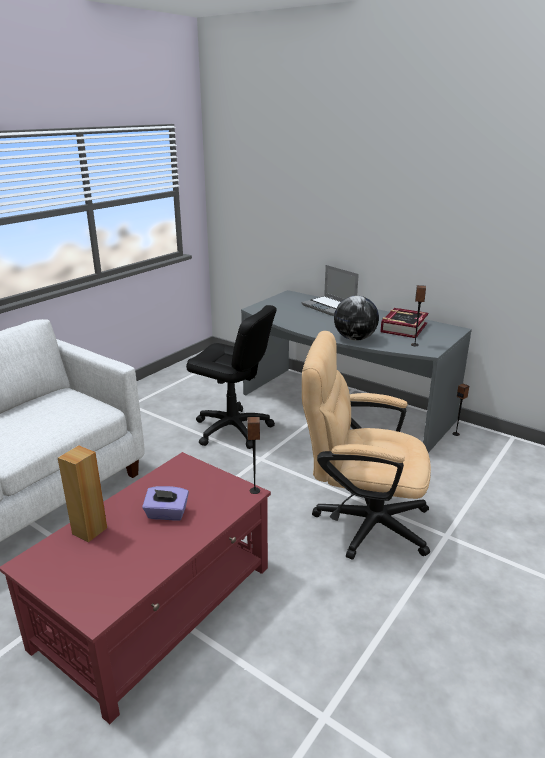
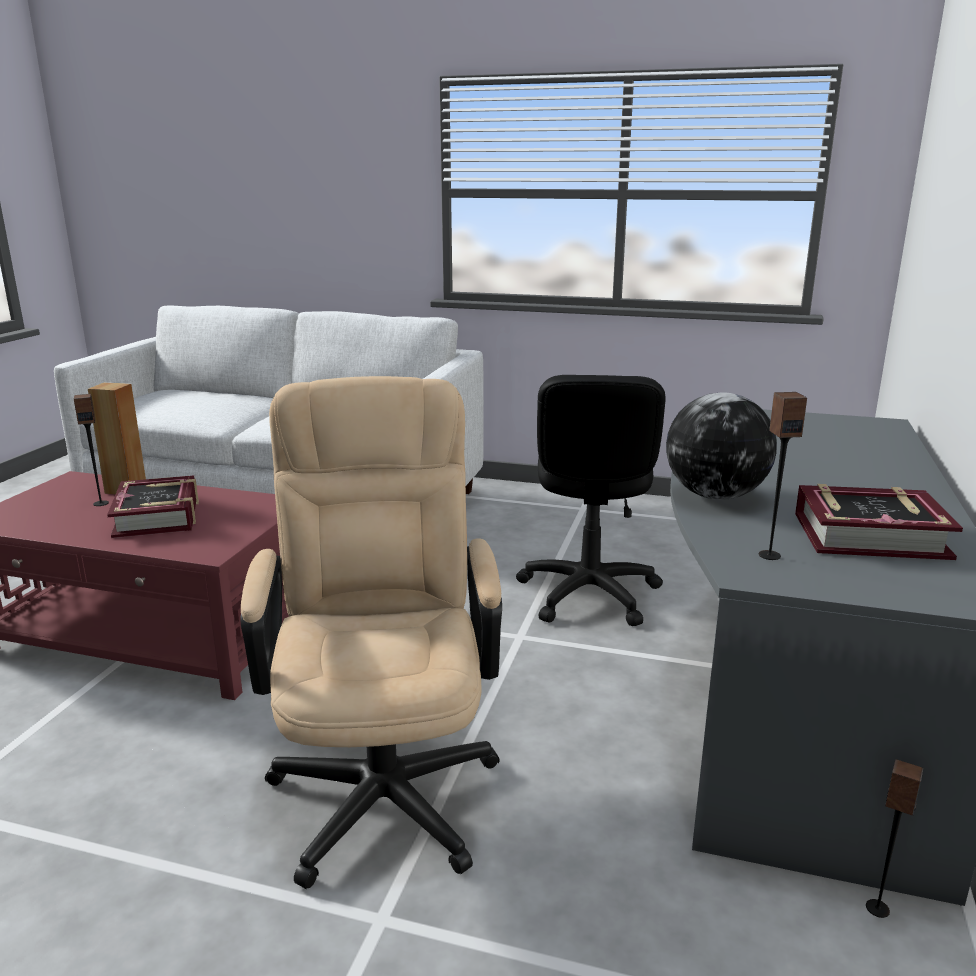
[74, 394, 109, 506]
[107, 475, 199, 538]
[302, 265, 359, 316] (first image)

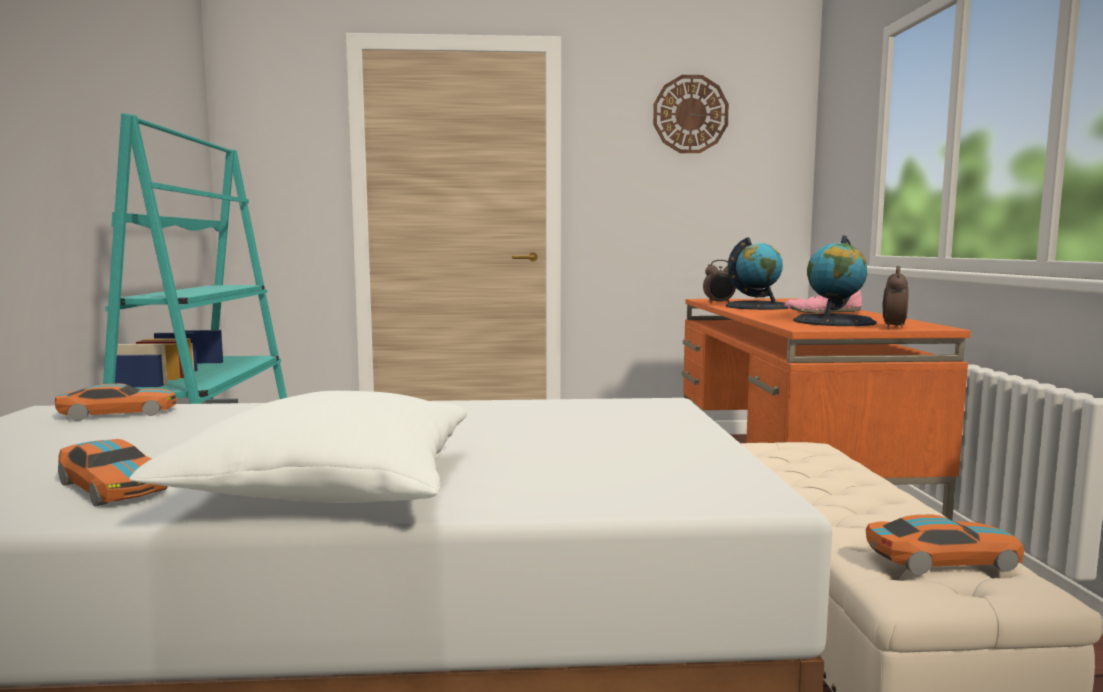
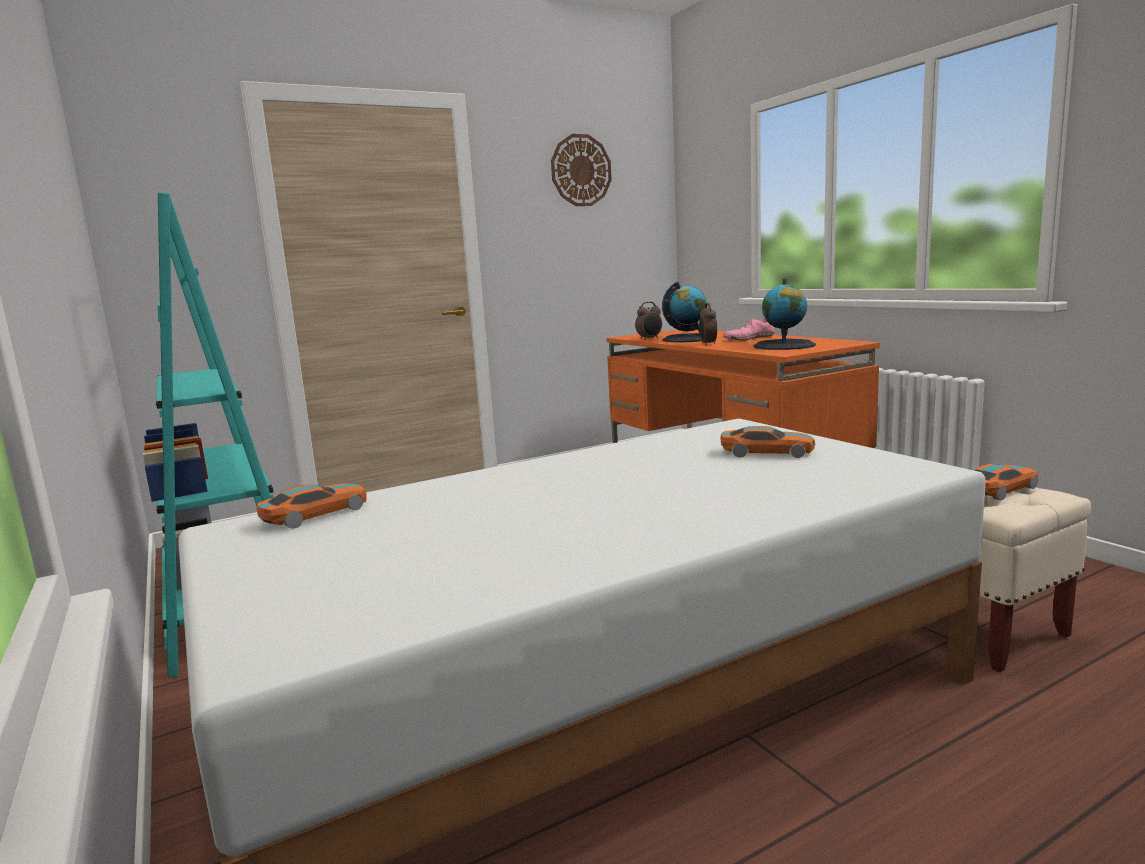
[699, 303, 717, 346]
[720, 426, 816, 458]
[129, 391, 467, 503] (first image)

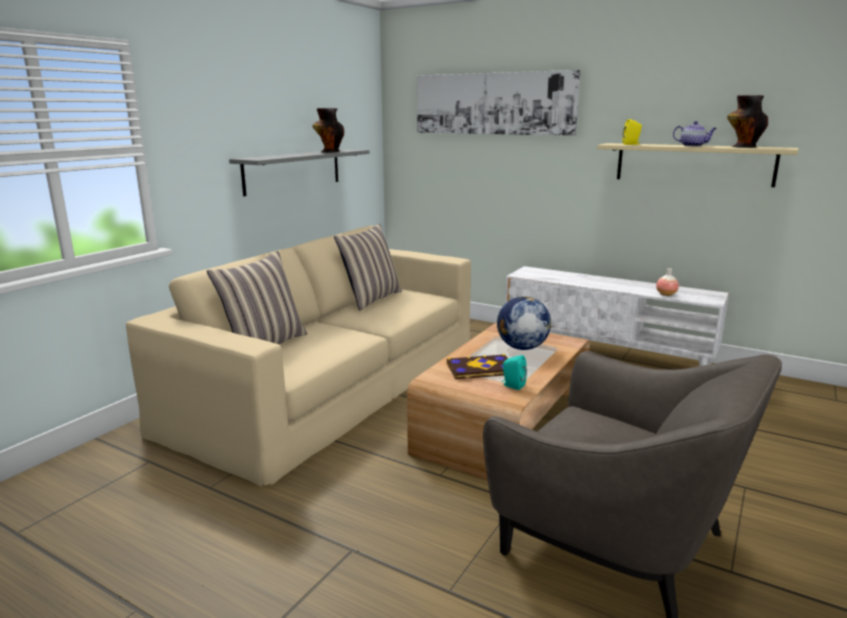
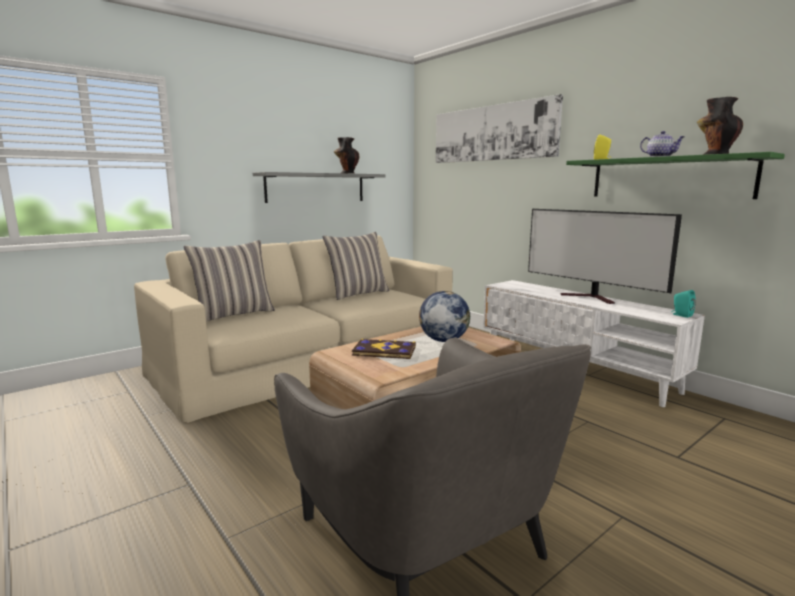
[528, 209, 682, 304]
[566, 152, 785, 199]
[672, 290, 696, 318]
[656, 268, 679, 296] (first image)

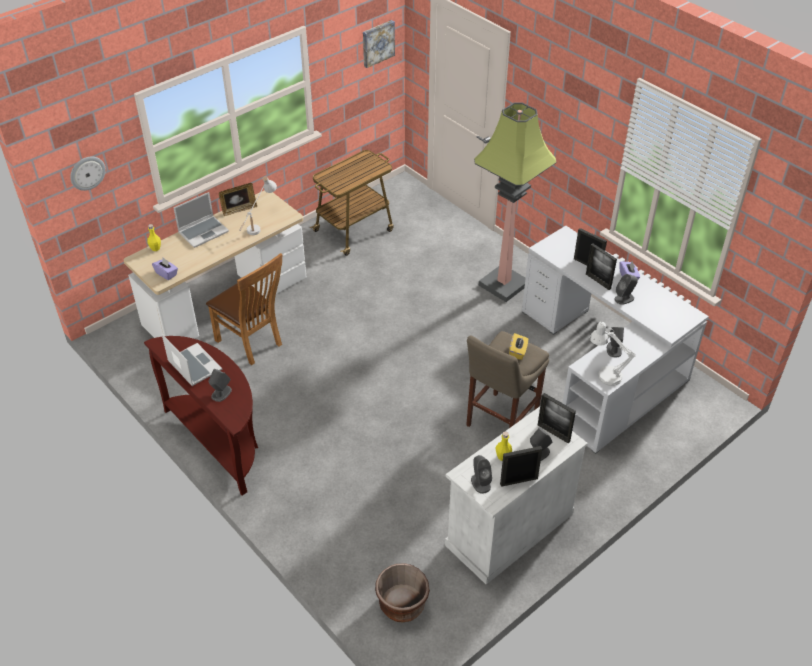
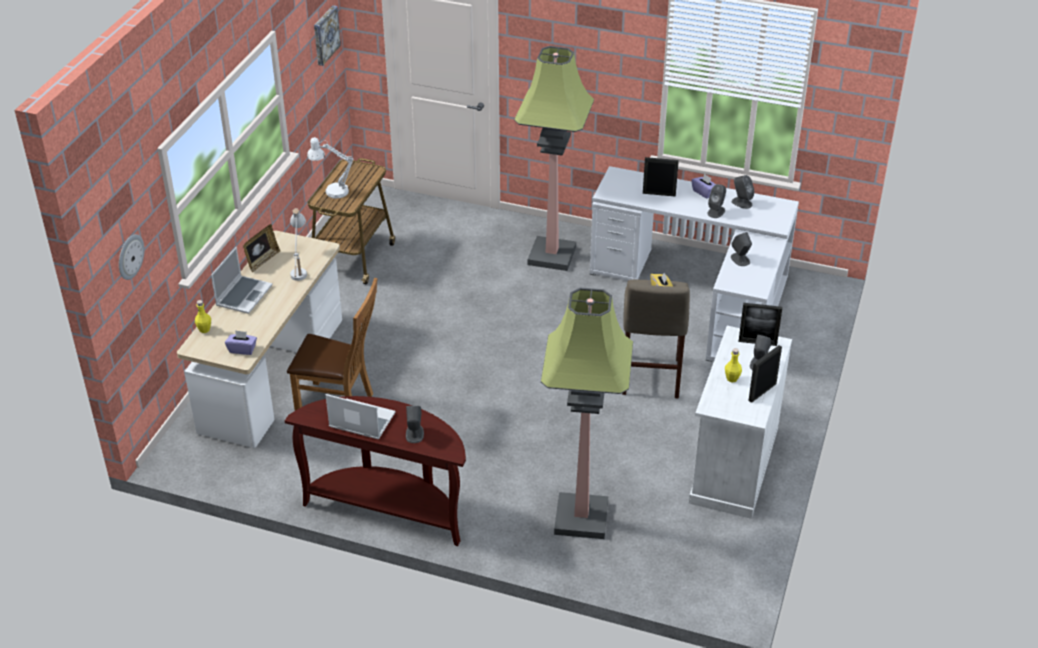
[307, 137, 354, 199]
[541, 288, 633, 539]
[732, 175, 755, 209]
[375, 563, 430, 622] (first image)
[586, 243, 617, 290] (first image)

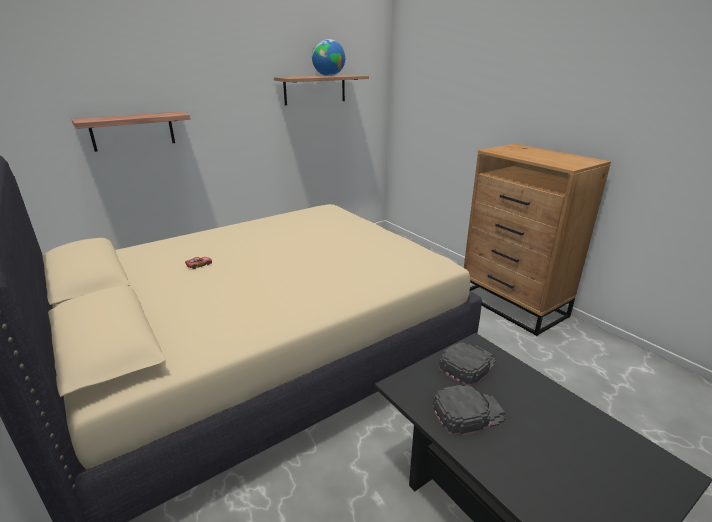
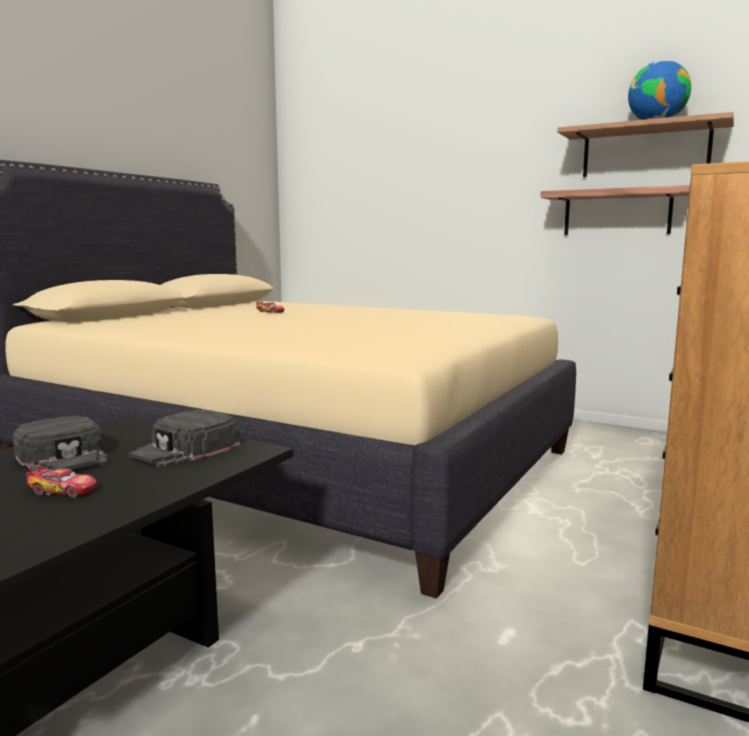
[26, 465, 97, 498]
[129, 409, 240, 468]
[540, 185, 690, 235]

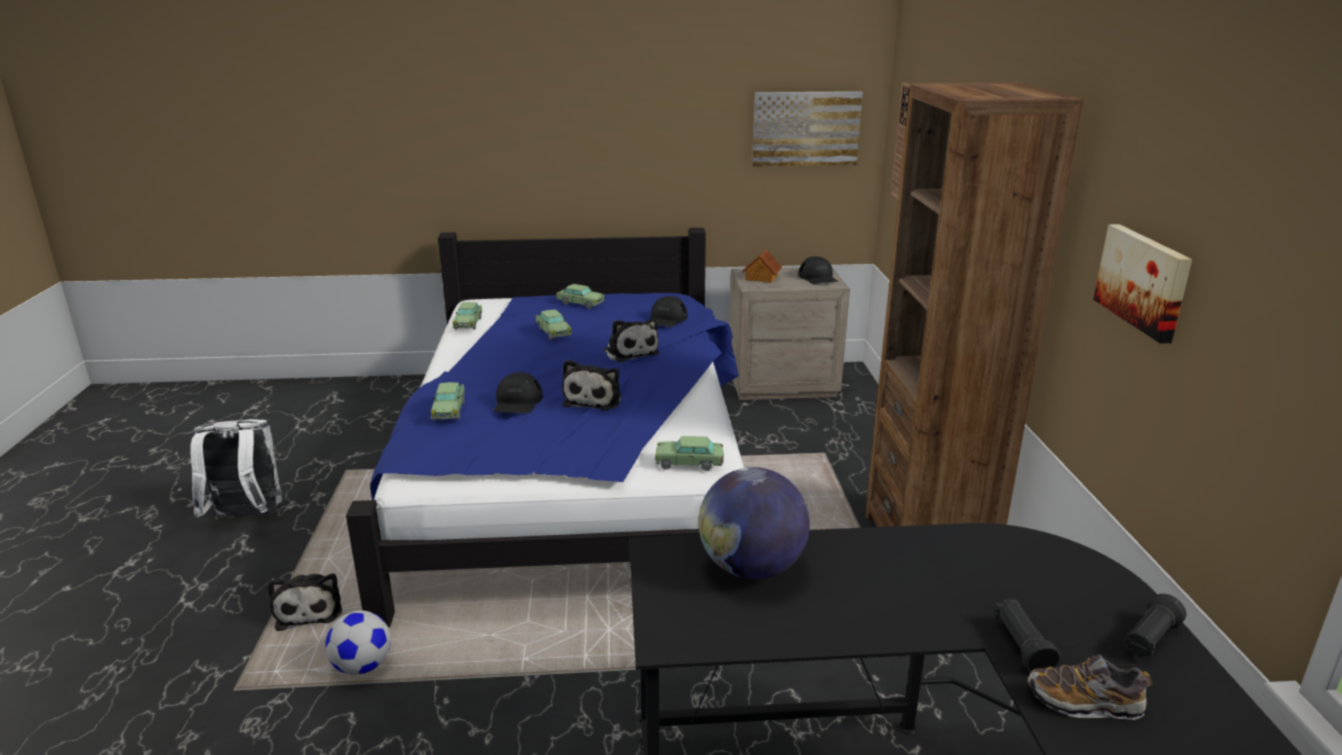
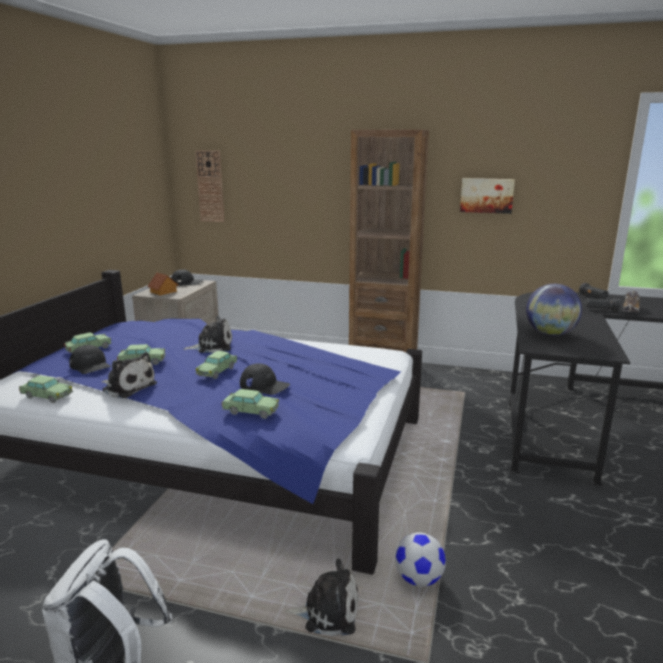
[69, 345, 111, 374]
[102, 352, 157, 398]
[196, 351, 237, 379]
[752, 91, 863, 167] (first image)

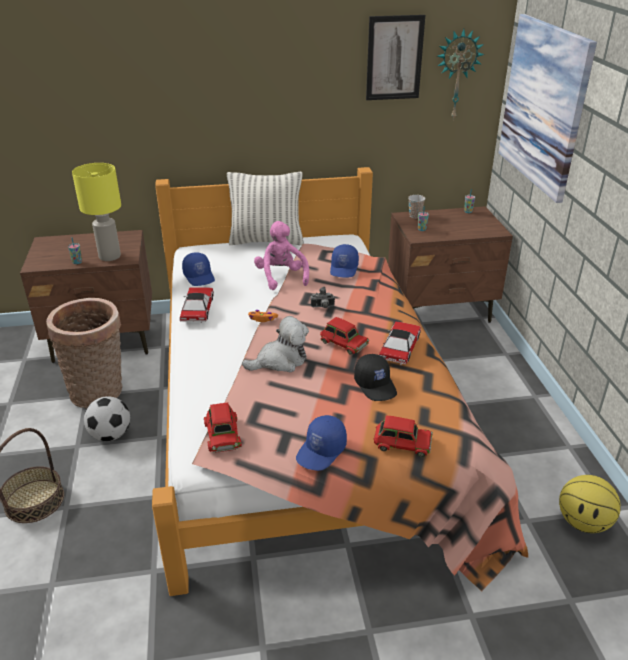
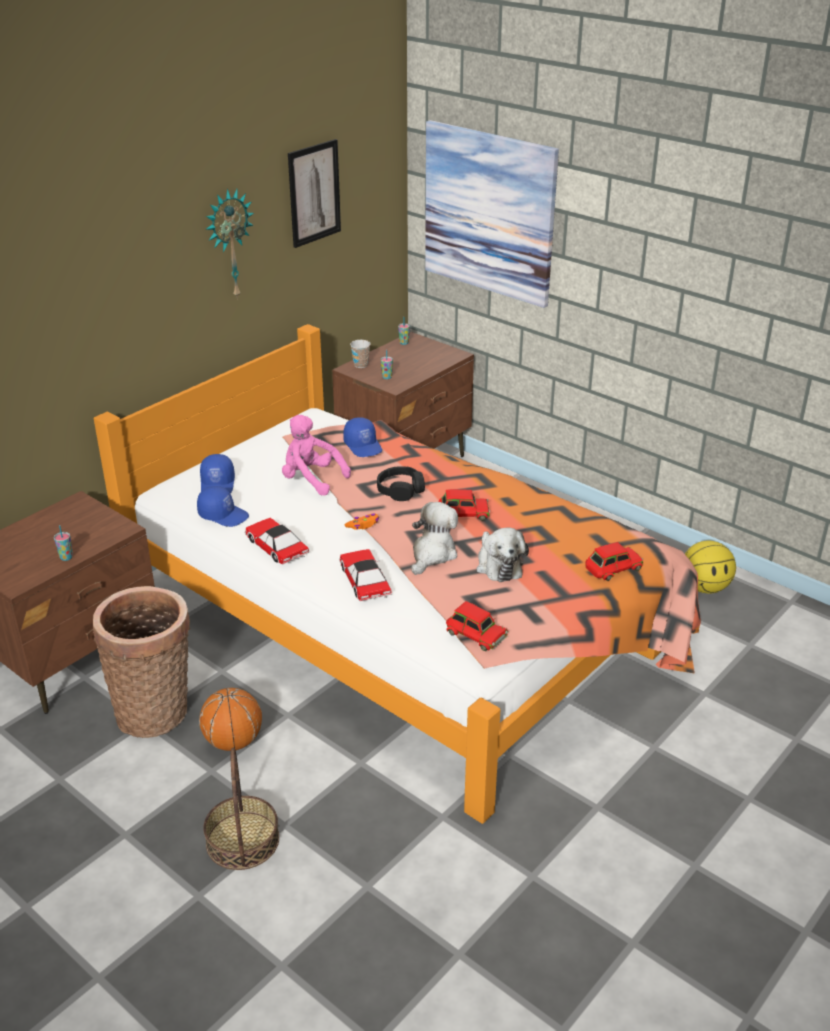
[199, 688, 262, 751]
[200, 454, 235, 493]
[206, 189, 254, 300]
[339, 549, 392, 601]
[377, 466, 425, 501]
[476, 527, 529, 582]
[72, 163, 121, 261] (first image)
[227, 172, 304, 245] (first image)
[354, 354, 397, 401] (first image)

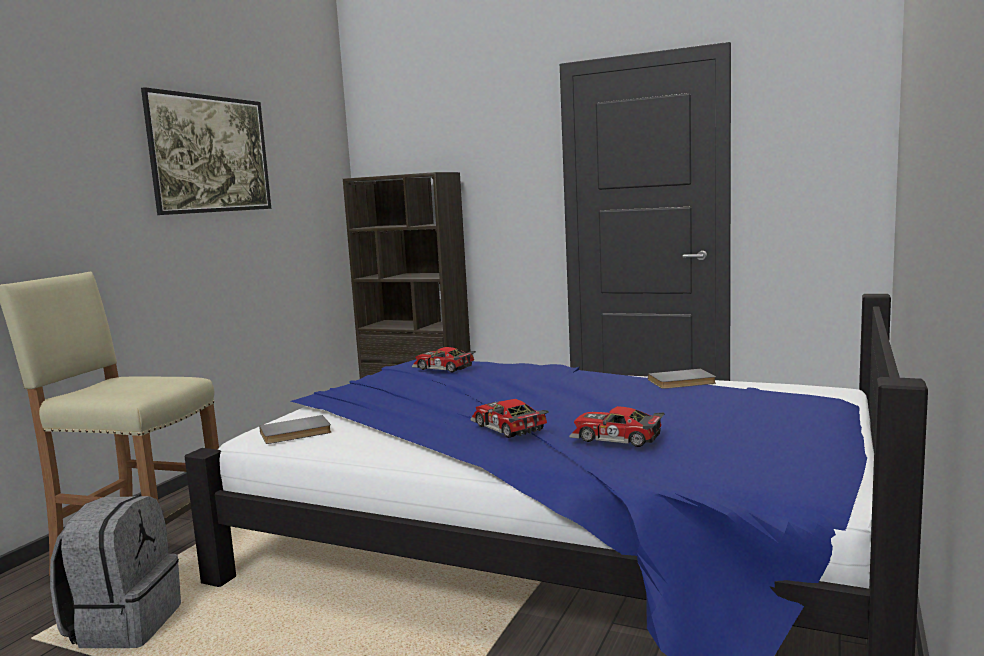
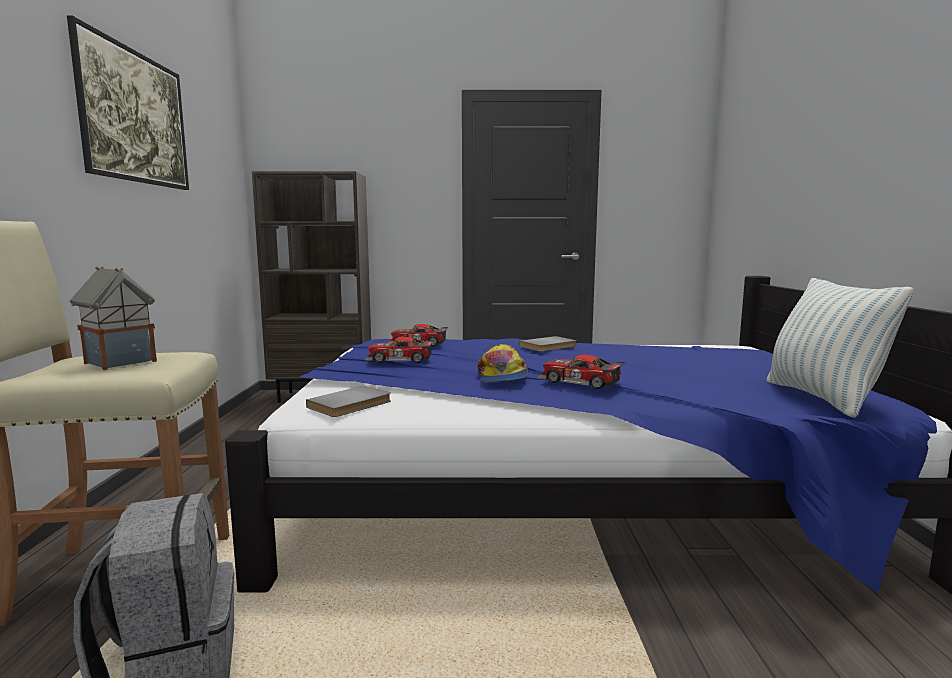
[70, 266, 157, 370]
[365, 337, 433, 363]
[478, 344, 528, 383]
[519, 336, 576, 352]
[766, 278, 914, 418]

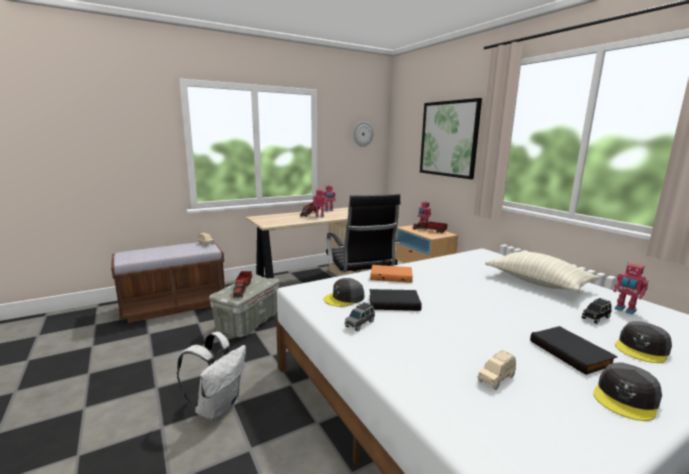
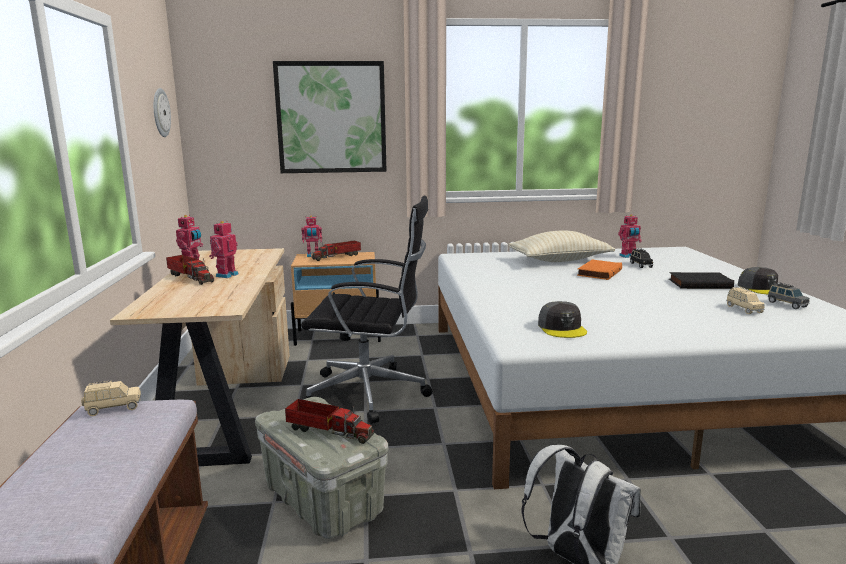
[577, 260, 622, 280]
[768, 283, 810, 309]
[369, 289, 422, 311] (first image)
[615, 321, 672, 363] (first image)

